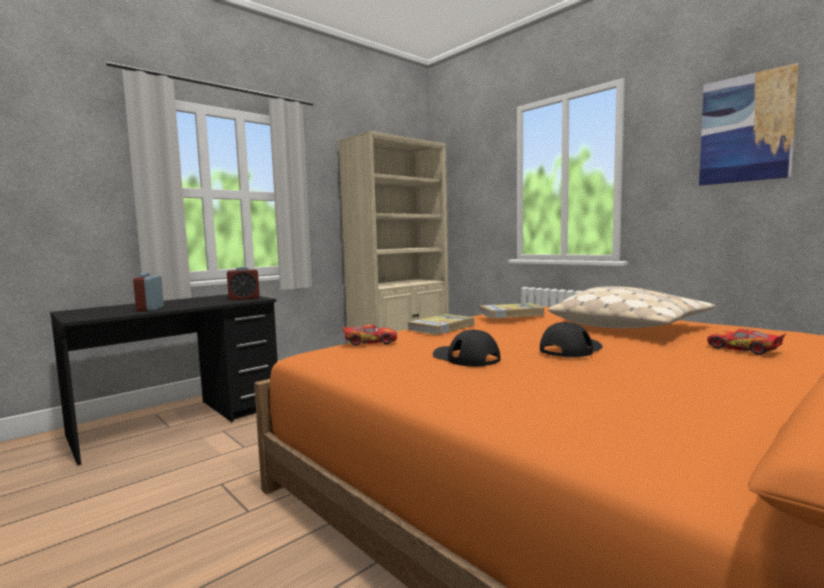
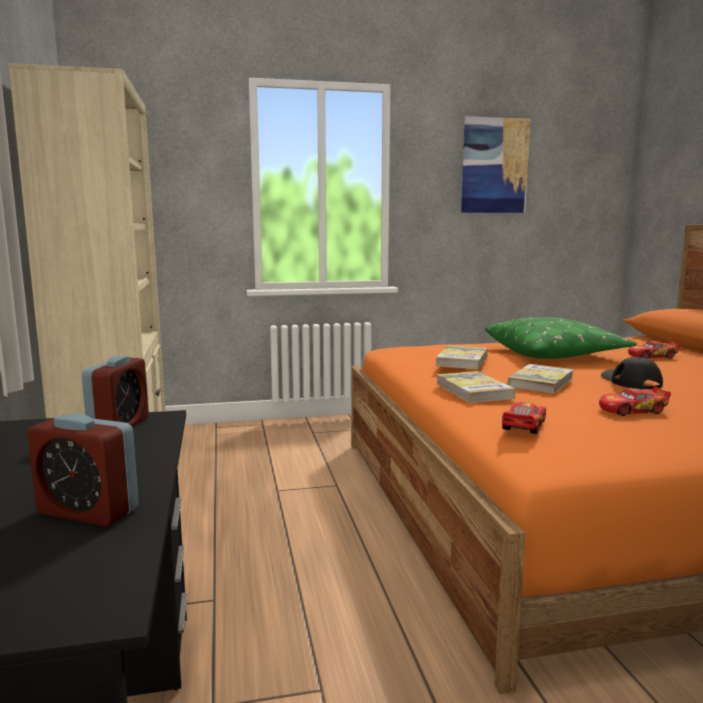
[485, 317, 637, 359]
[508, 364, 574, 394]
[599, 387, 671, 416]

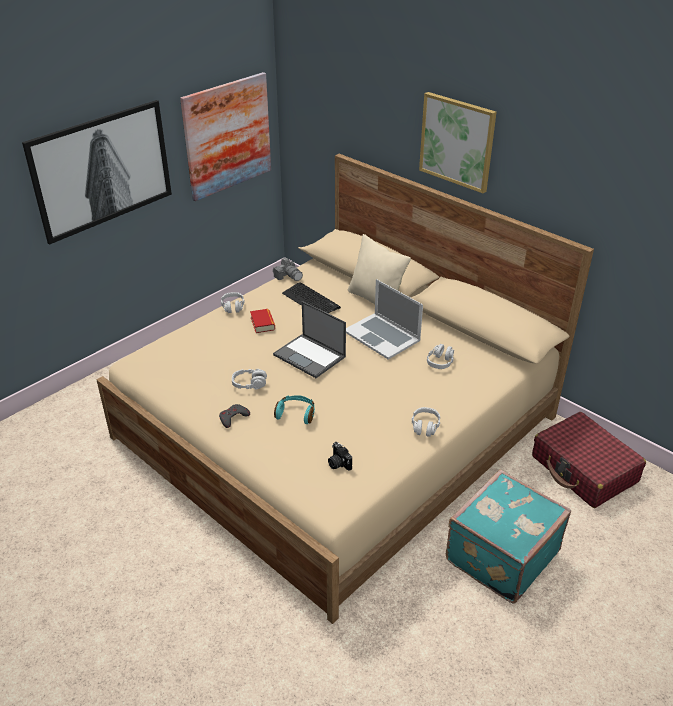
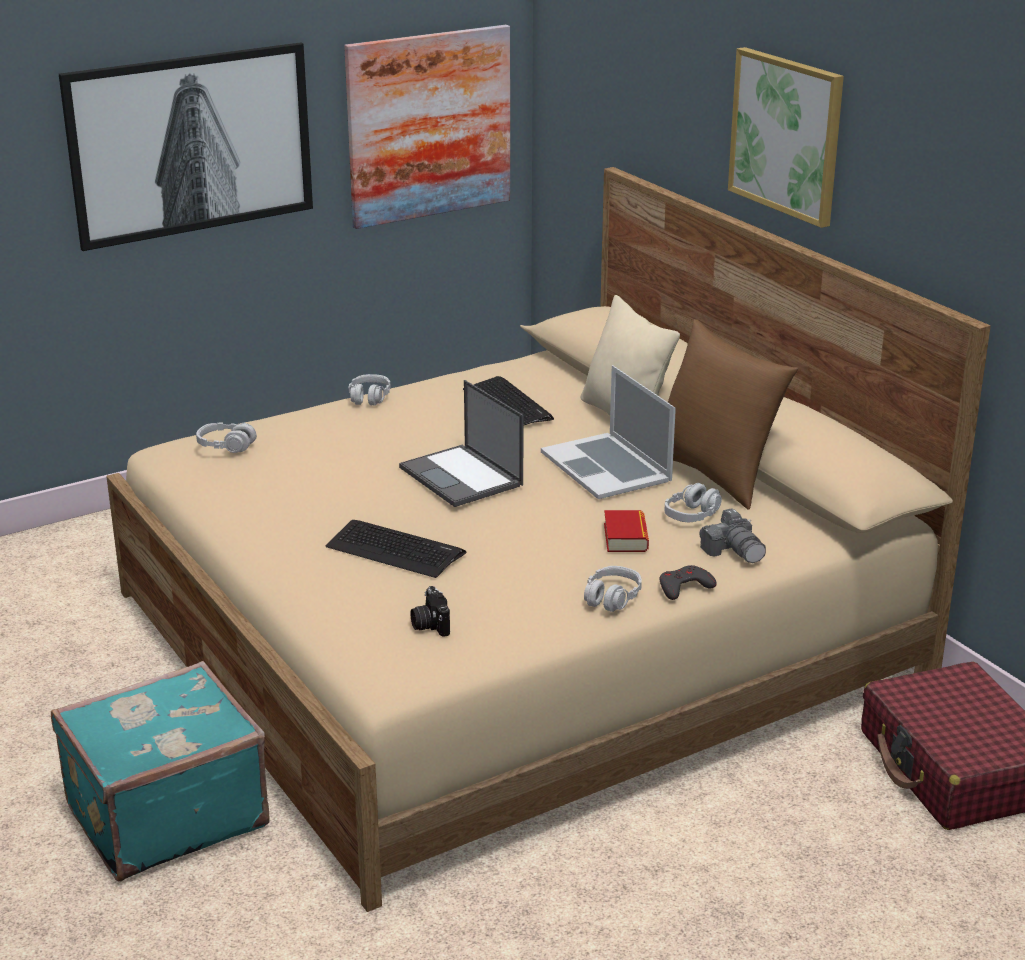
[51, 661, 270, 882]
[196, 423, 257, 453]
[326, 520, 466, 578]
[604, 510, 649, 552]
[659, 565, 717, 600]
[668, 319, 798, 510]
[699, 508, 766, 563]

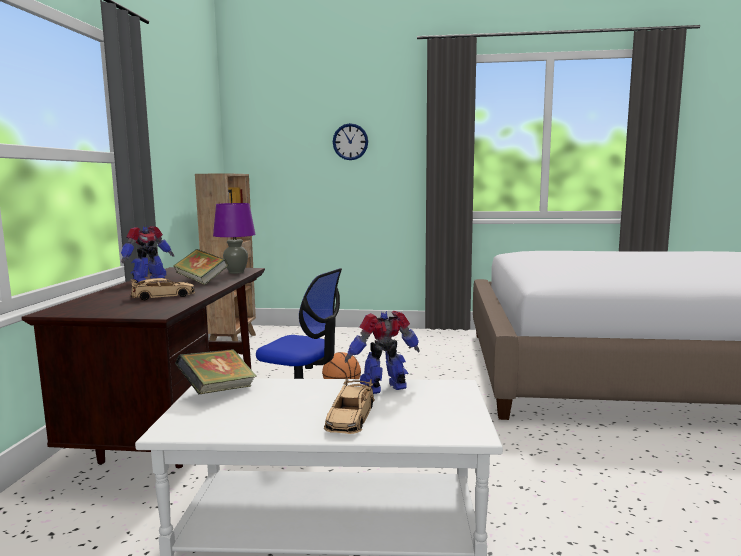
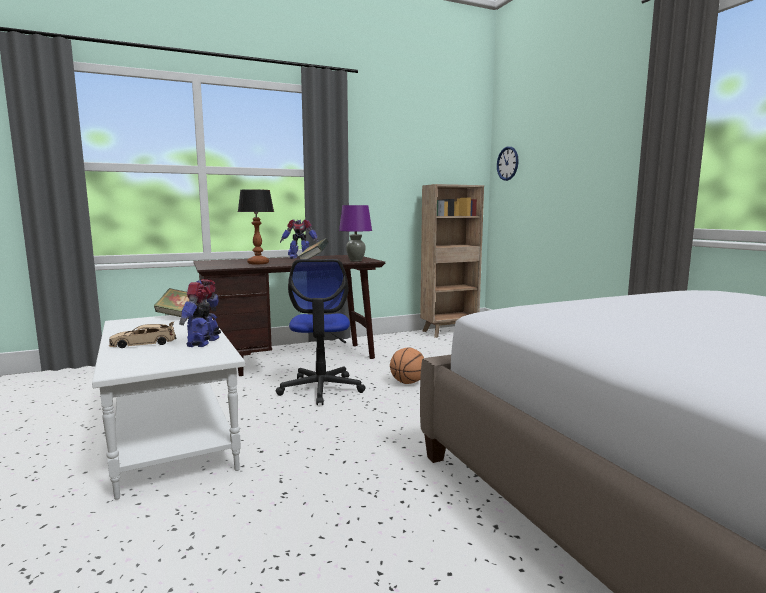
[179, 279, 221, 347]
[238, 189, 274, 264]
[497, 146, 519, 181]

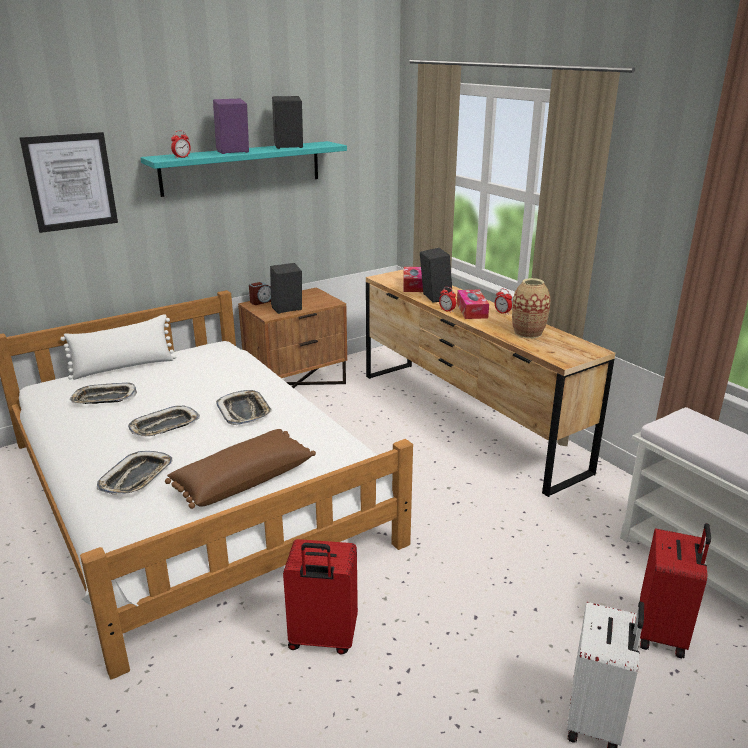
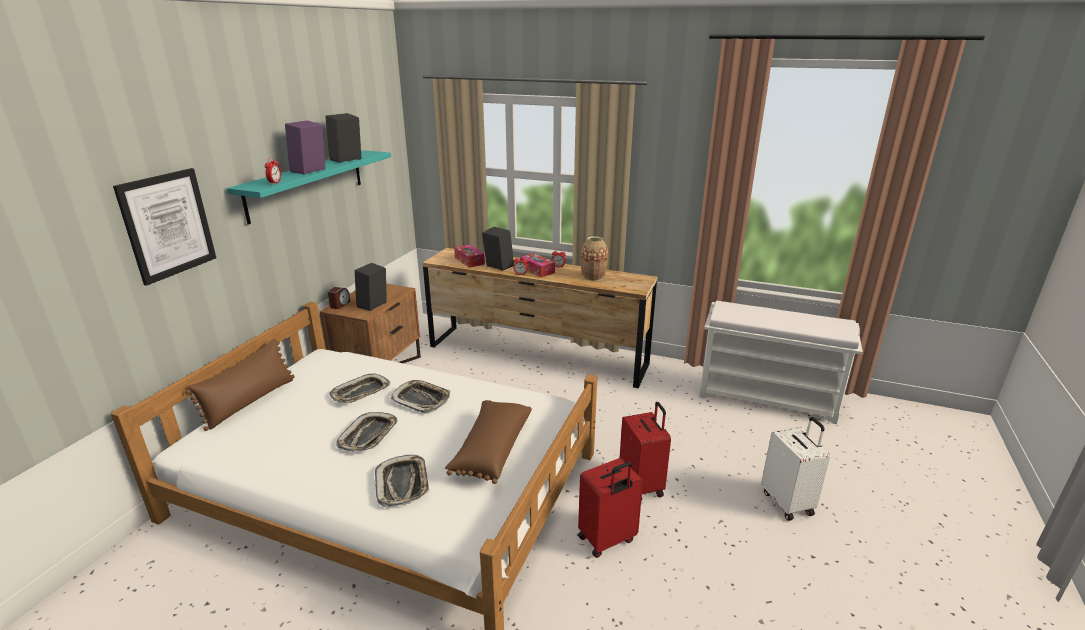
[185, 338, 295, 431]
[330, 374, 390, 403]
[620, 402, 671, 501]

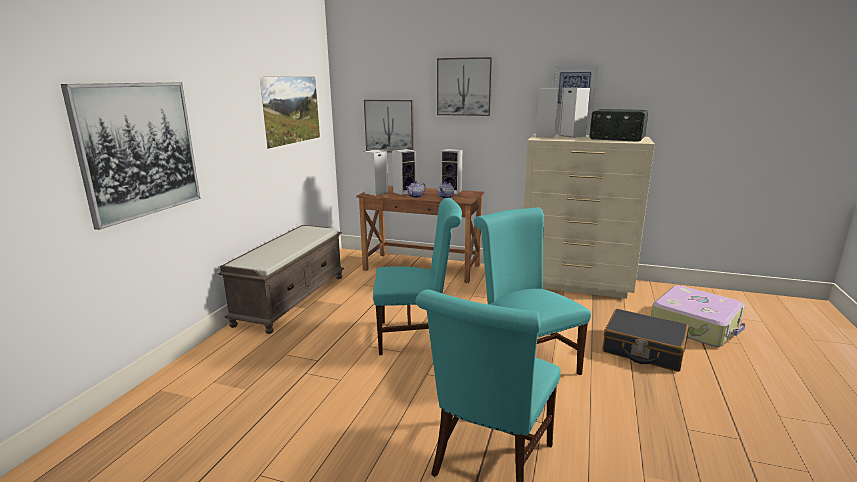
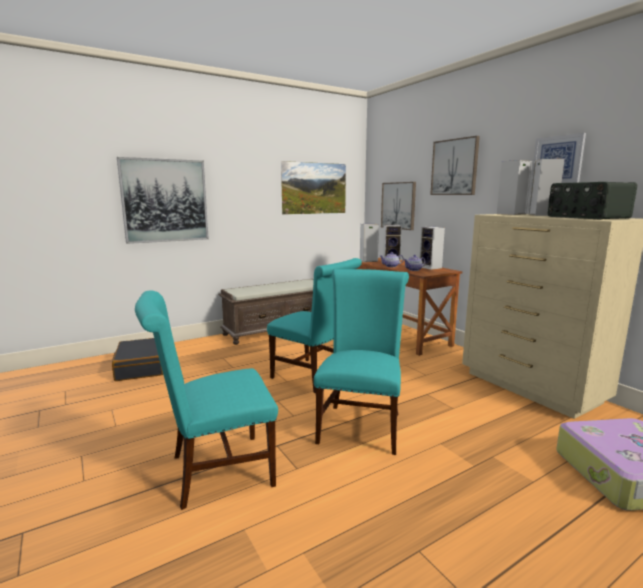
[112, 338, 163, 381]

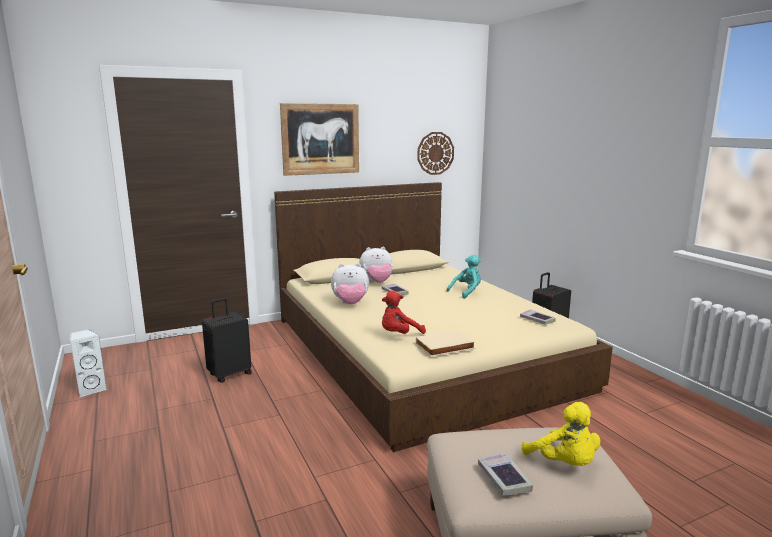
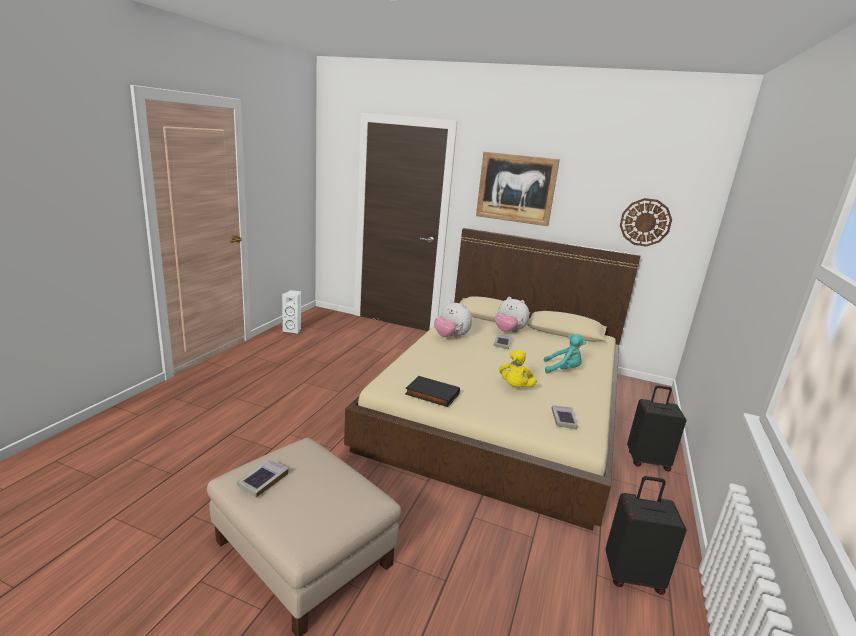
[405, 376, 460, 407]
[499, 350, 537, 387]
[605, 476, 687, 595]
[382, 291, 426, 334] (first image)

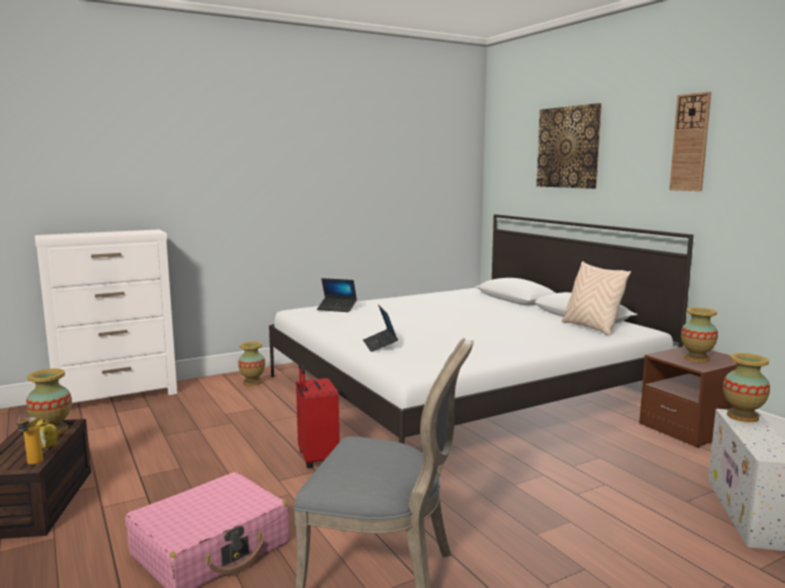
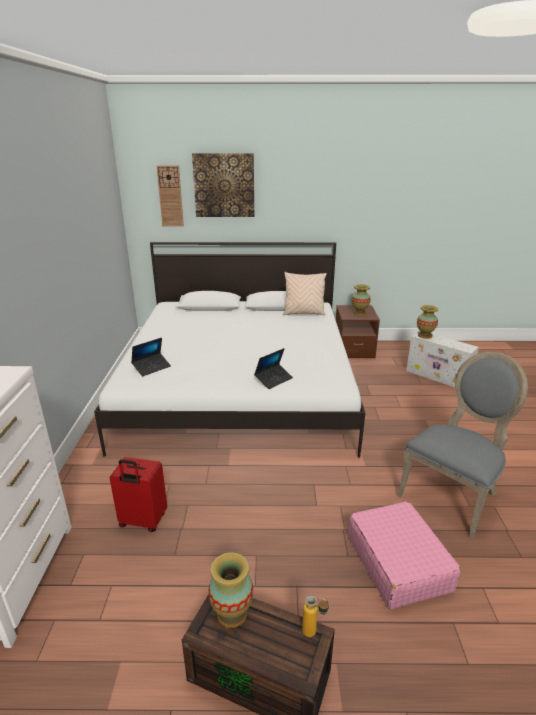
[110, 457, 167, 532]
[157, 165, 184, 226]
[254, 348, 293, 389]
[36, 418, 57, 452] (first image)
[238, 342, 265, 386] (first image)

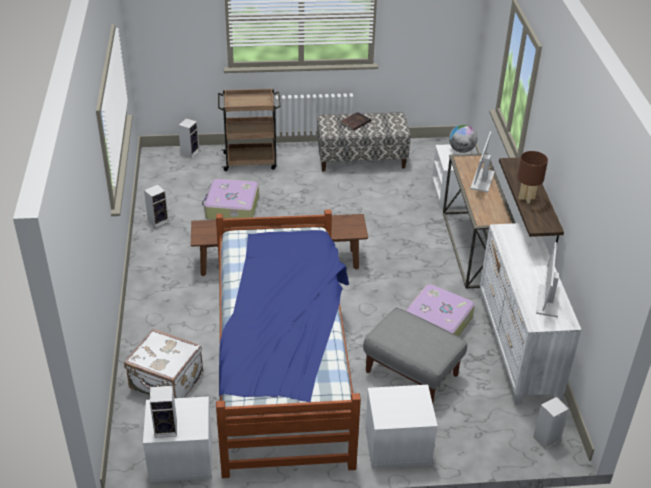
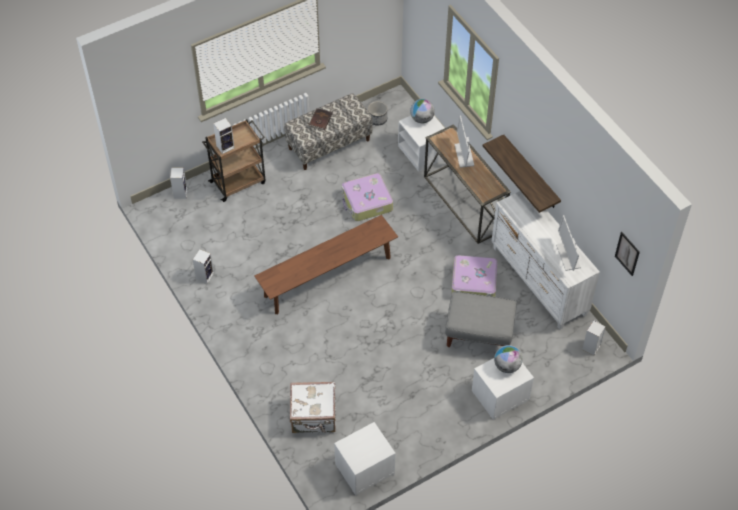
[213, 118, 234, 154]
[342, 173, 393, 221]
[368, 101, 388, 126]
[494, 345, 522, 373]
[615, 232, 640, 276]
[216, 209, 361, 478] (first image)
[517, 151, 548, 203] (first image)

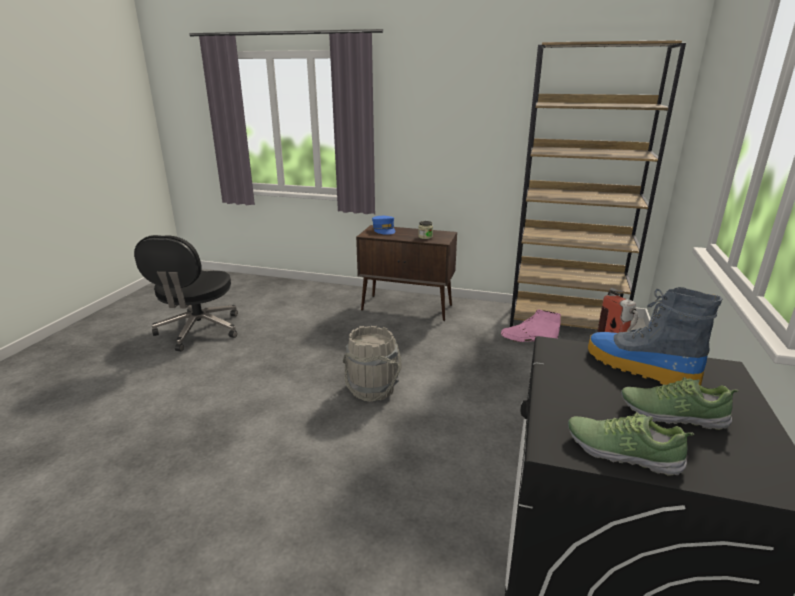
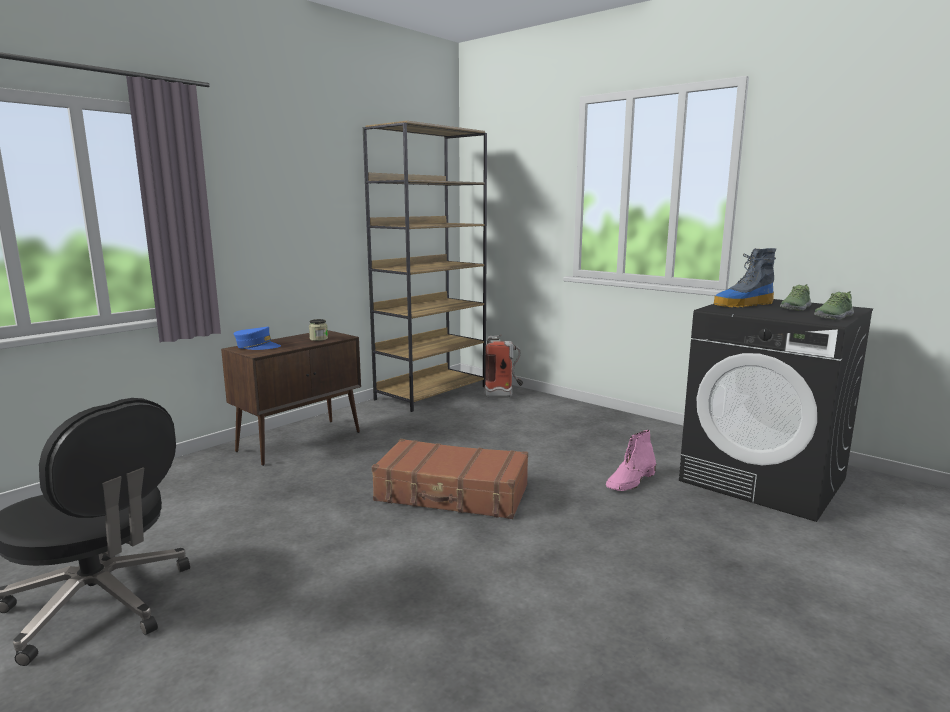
[372, 439, 528, 519]
[606, 430, 656, 491]

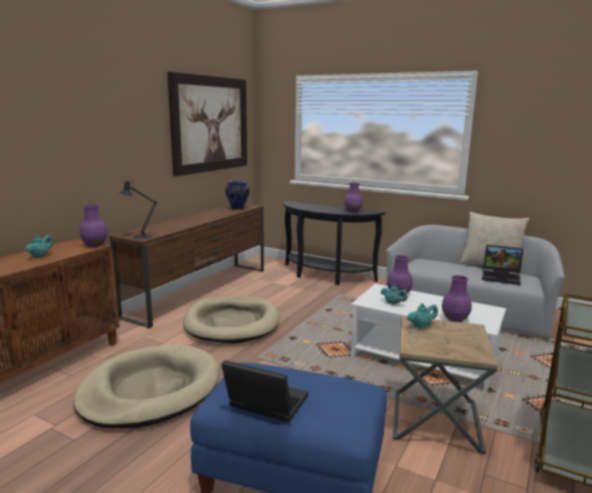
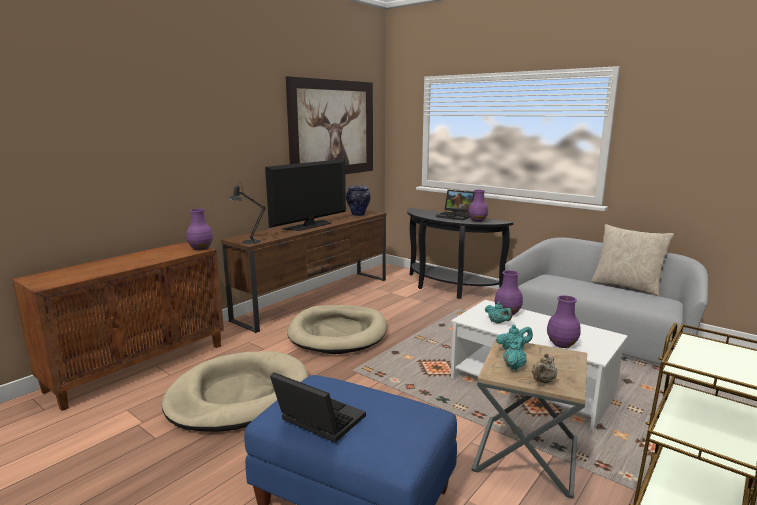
[265, 159, 346, 231]
[436, 190, 474, 220]
[503, 337, 527, 370]
[532, 353, 557, 383]

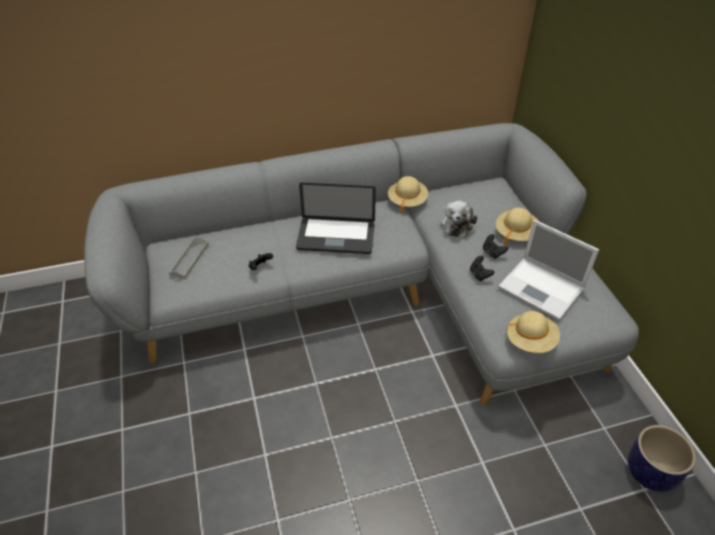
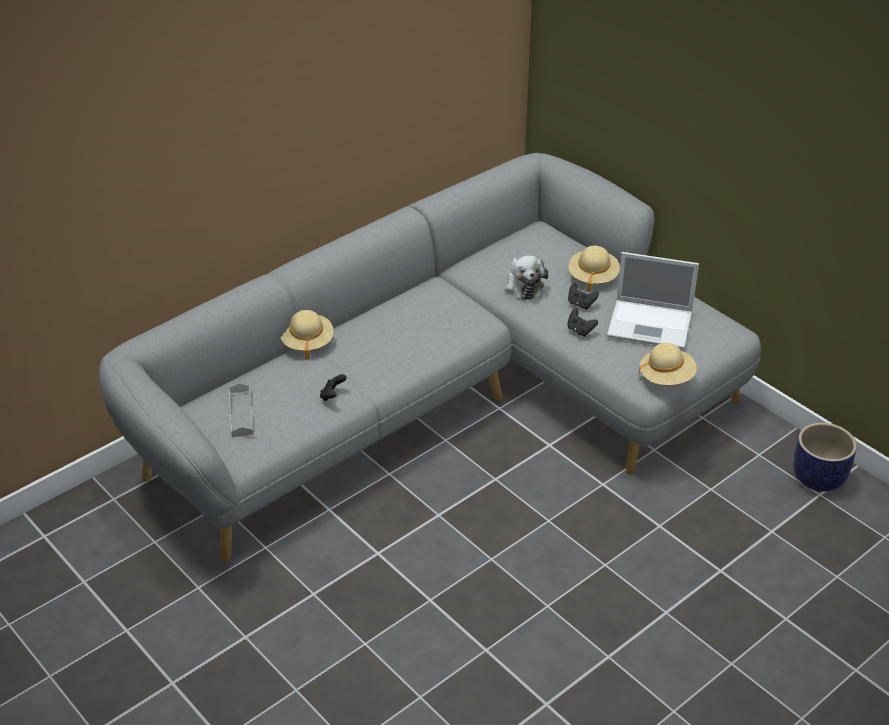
[281, 310, 333, 360]
[296, 182, 376, 254] (first image)

